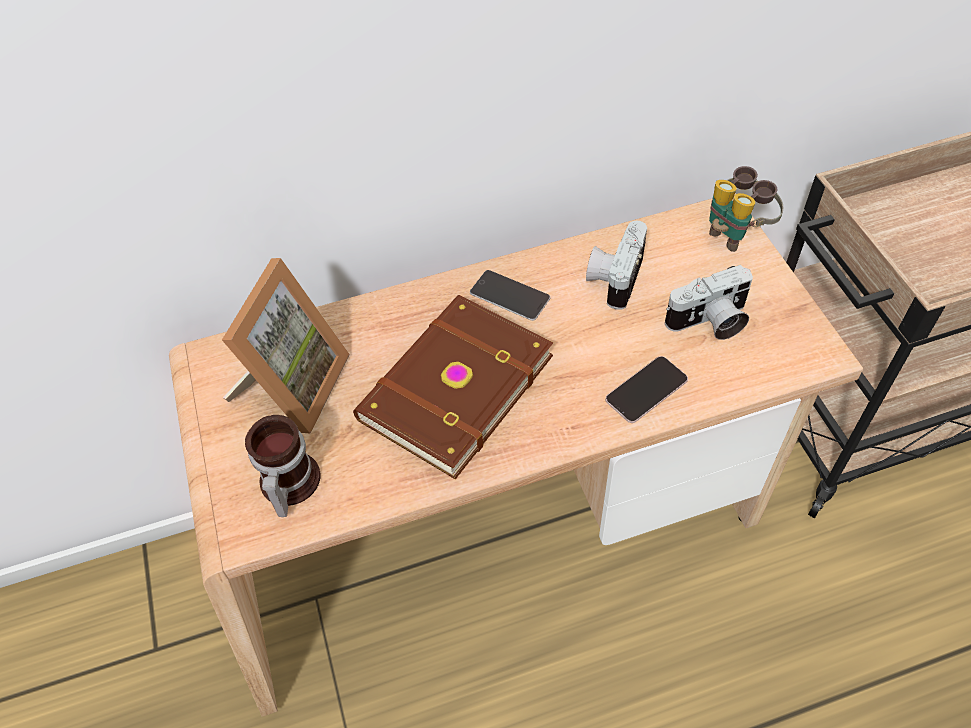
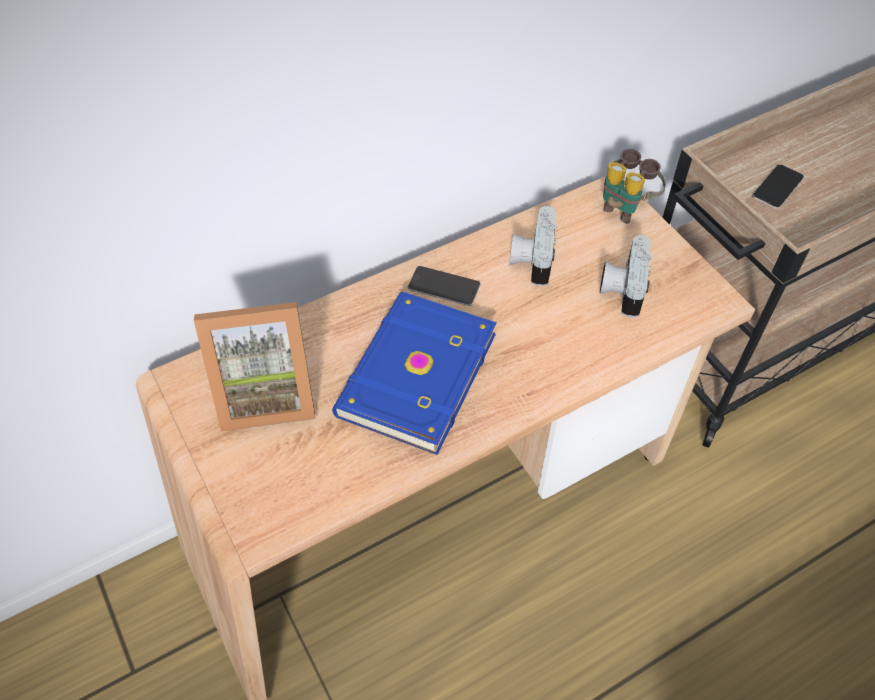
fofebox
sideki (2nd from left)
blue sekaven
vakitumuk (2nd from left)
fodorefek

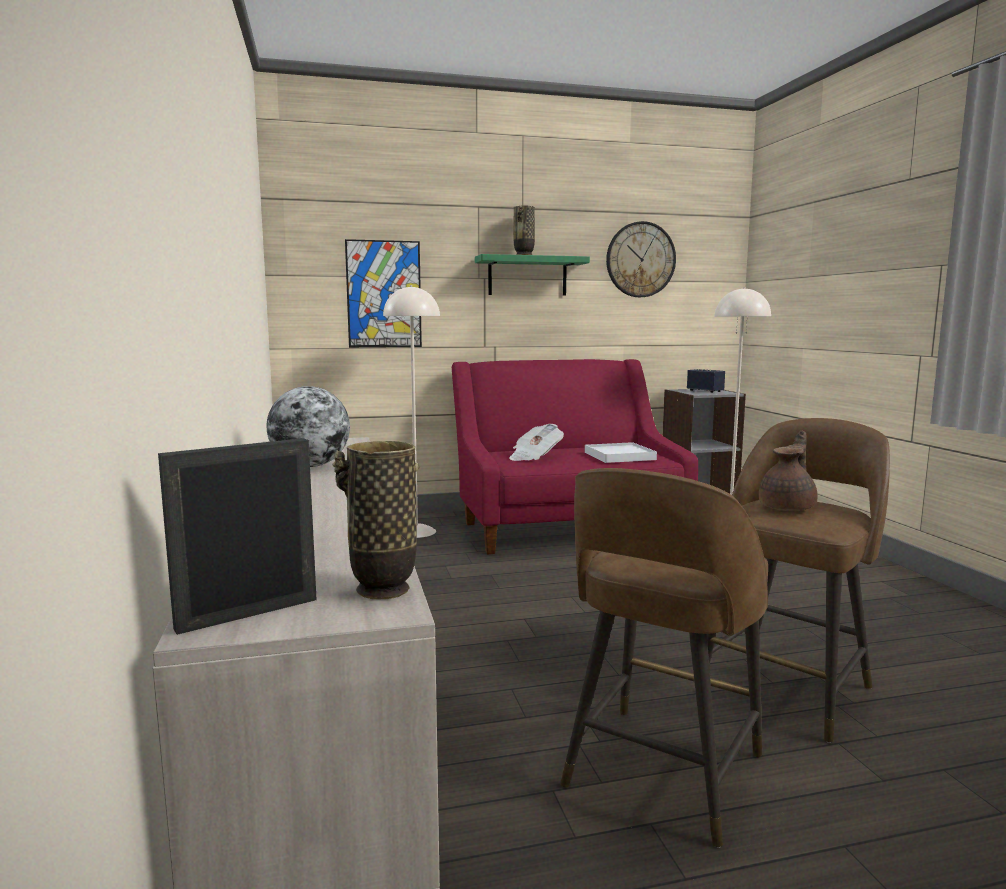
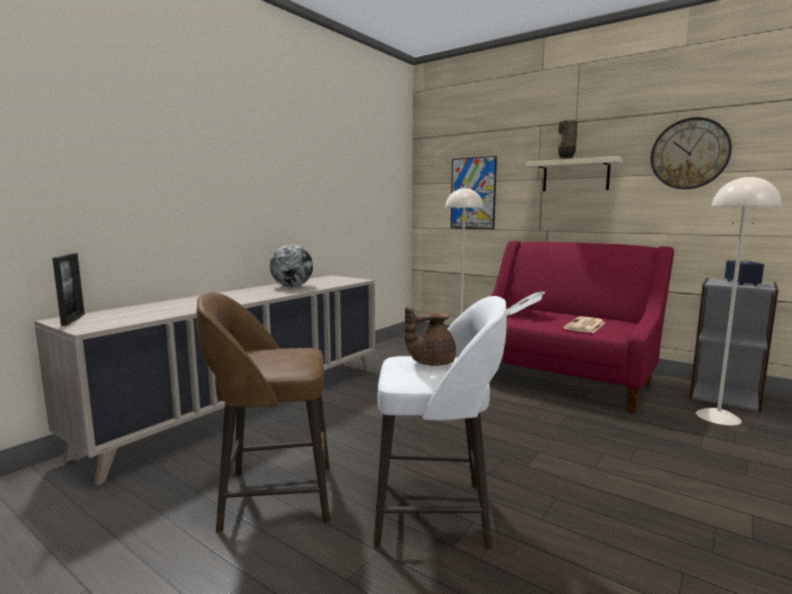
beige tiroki
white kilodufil
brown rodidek
fofebox
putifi (1st from left in the first image)
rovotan (2nd from left)

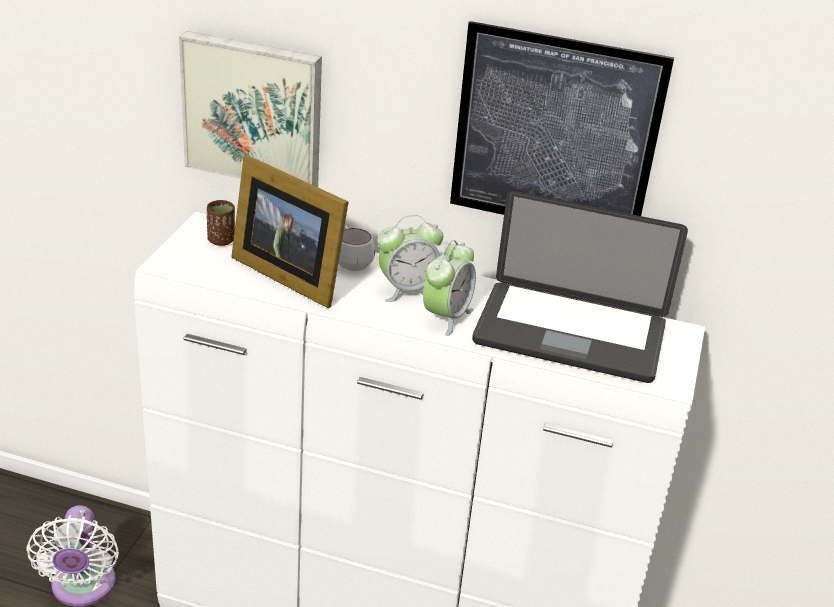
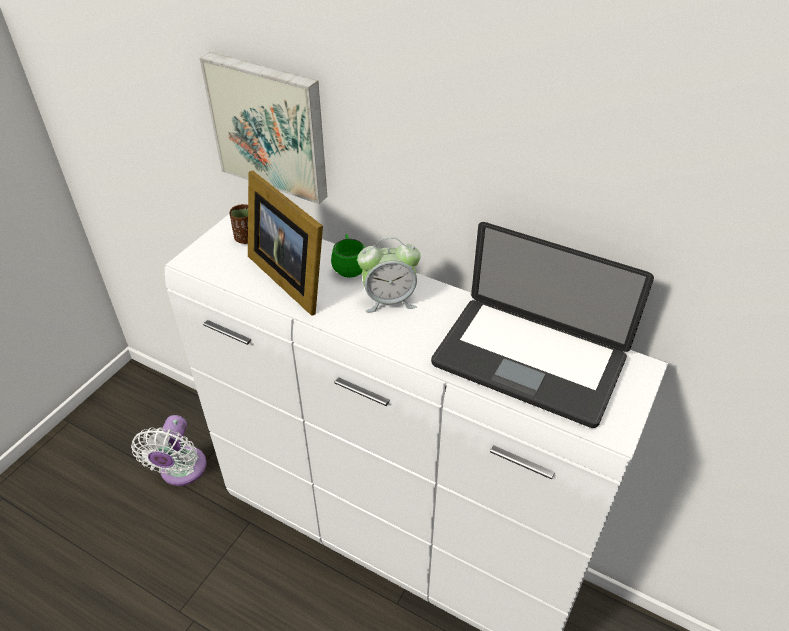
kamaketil (2nd from left in the first image)
green fodorefek
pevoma (2nd from left in the first image)

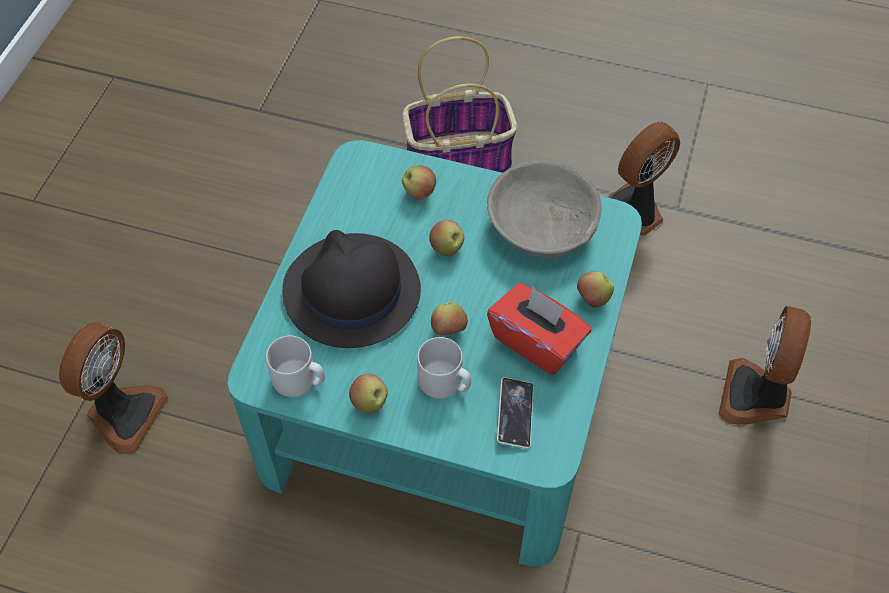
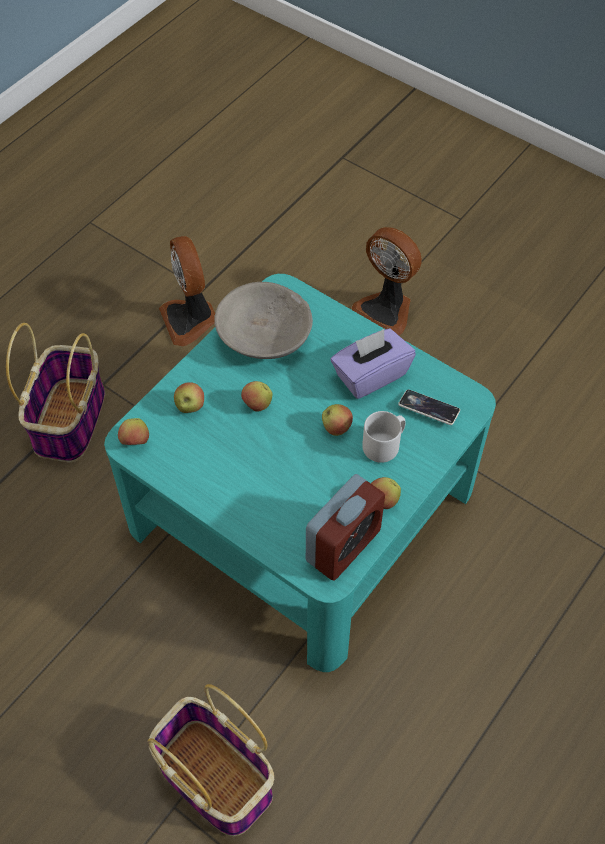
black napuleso
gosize (1st from left)
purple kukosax
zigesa (2nd from left)
pevoma

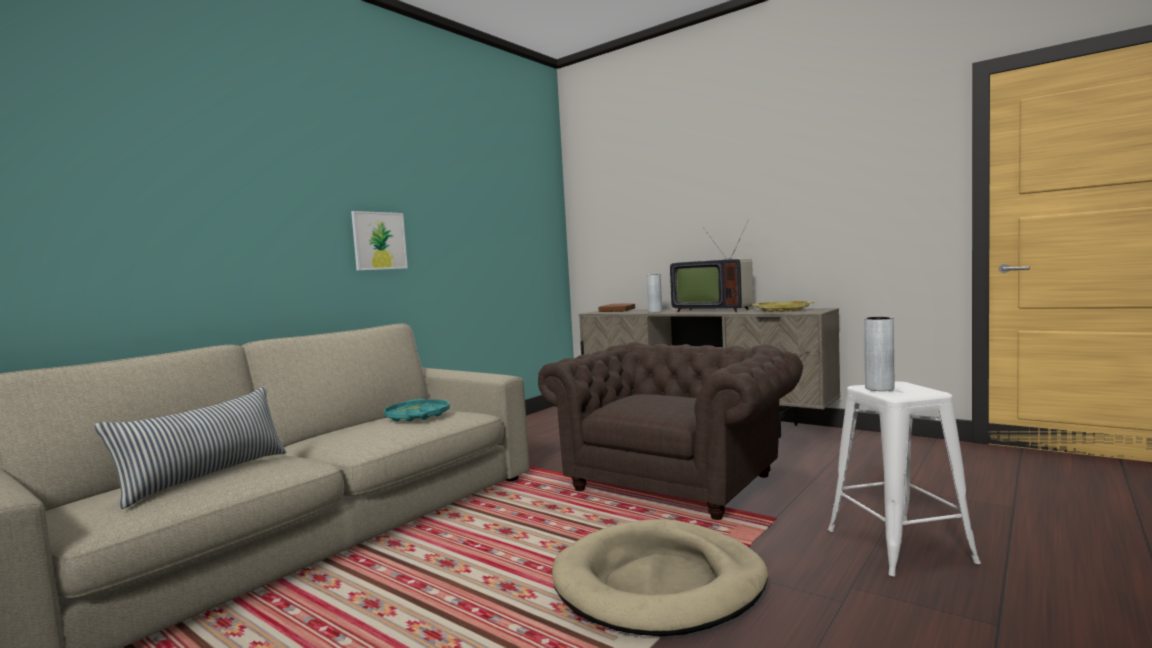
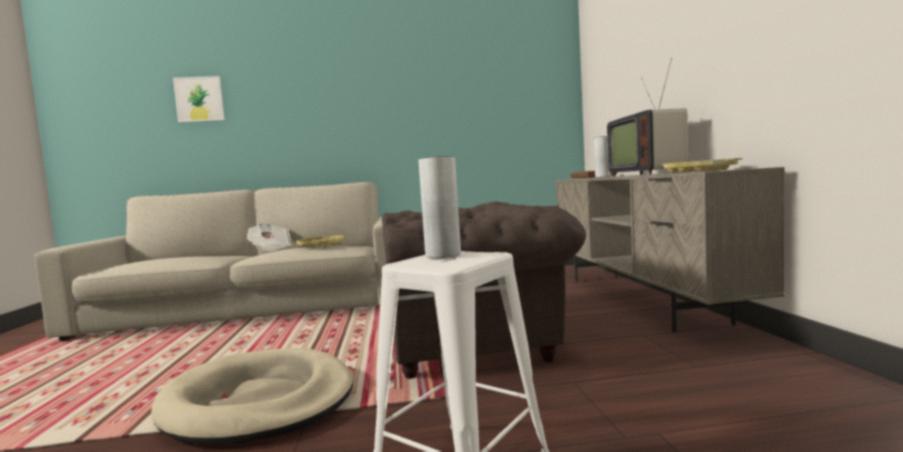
kamaketil
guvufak
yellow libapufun (1st from left)
rovotan

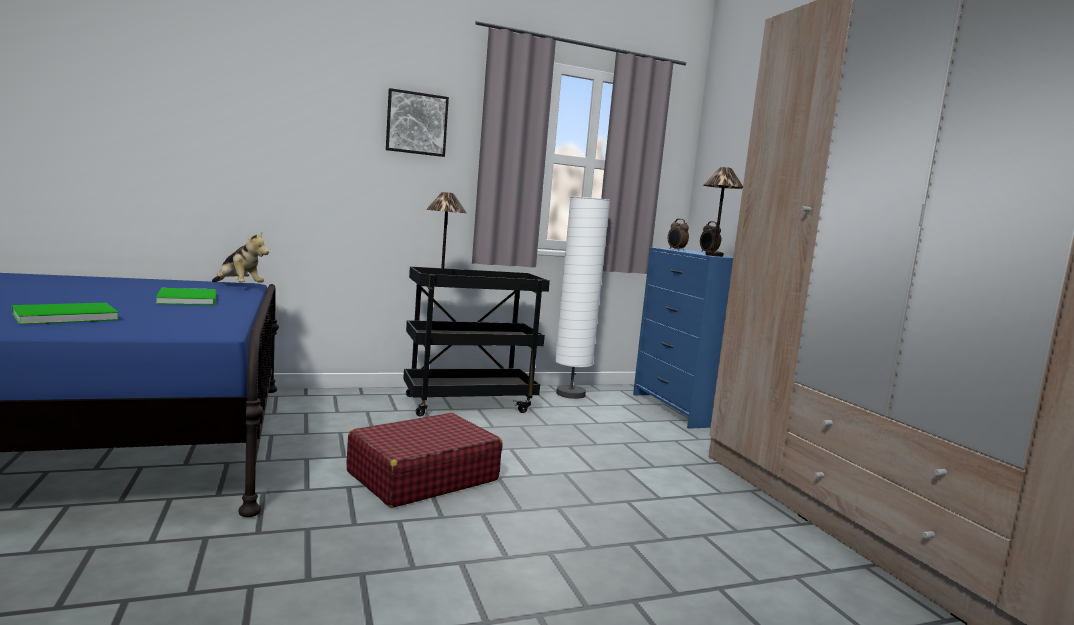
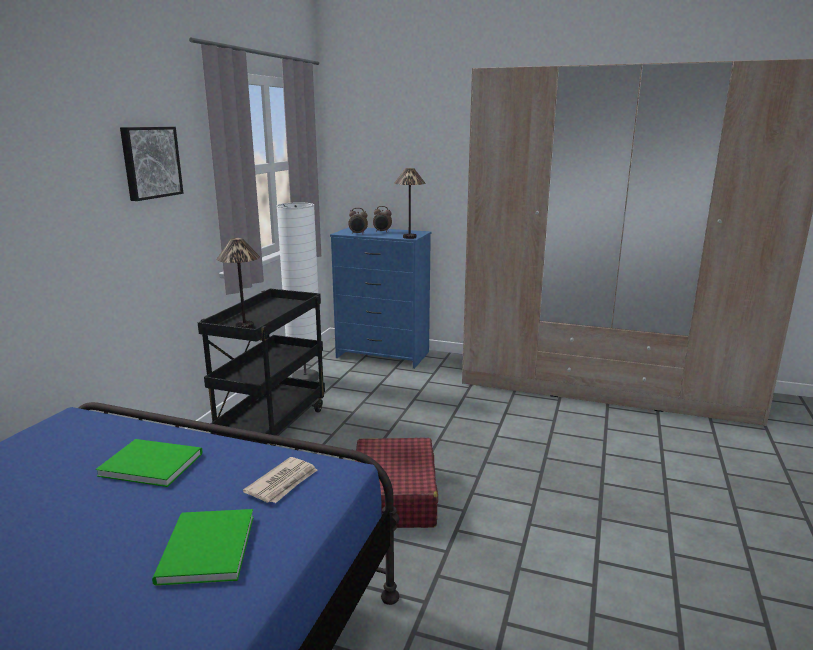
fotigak
rovotan

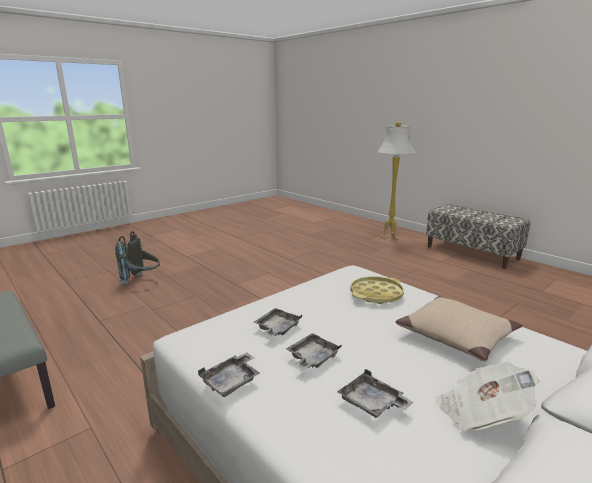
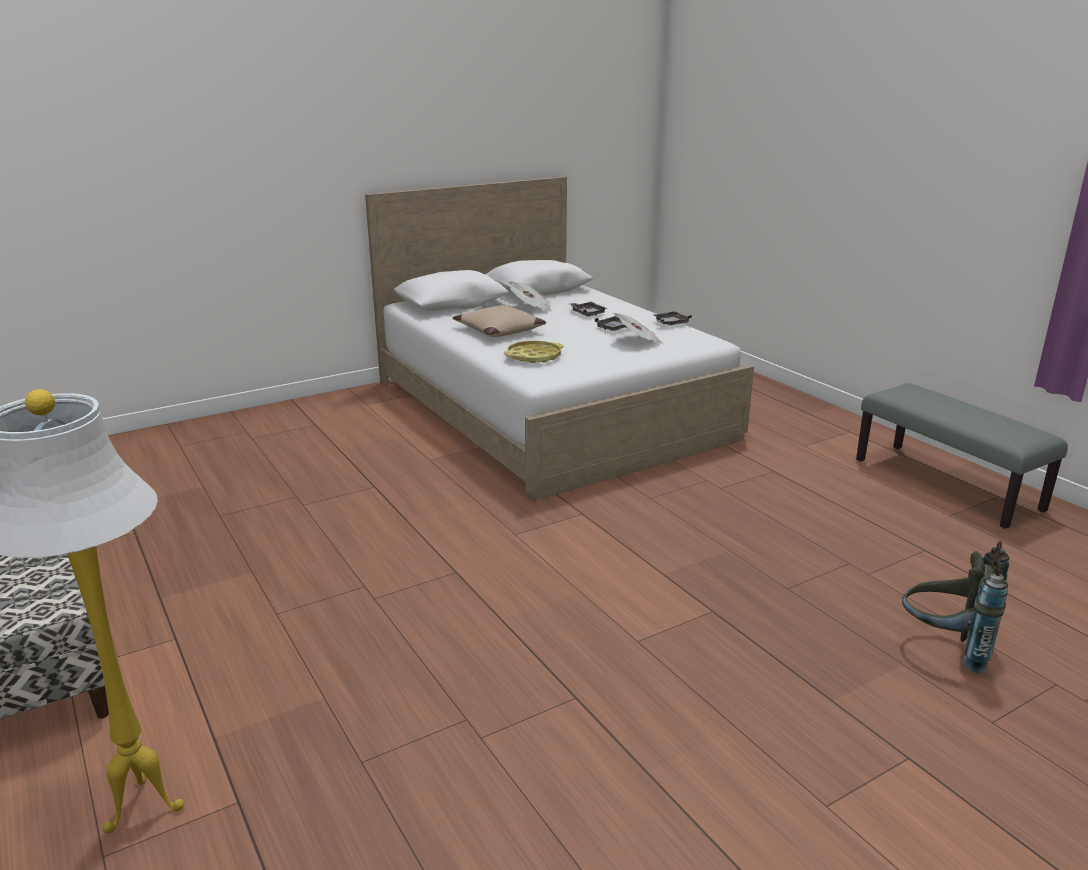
rovotan (2nd from left)

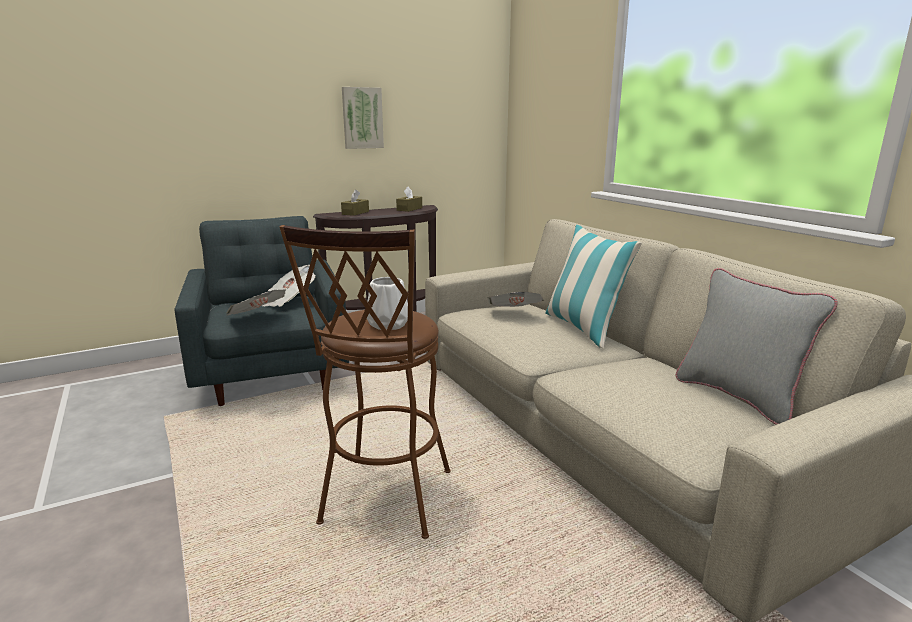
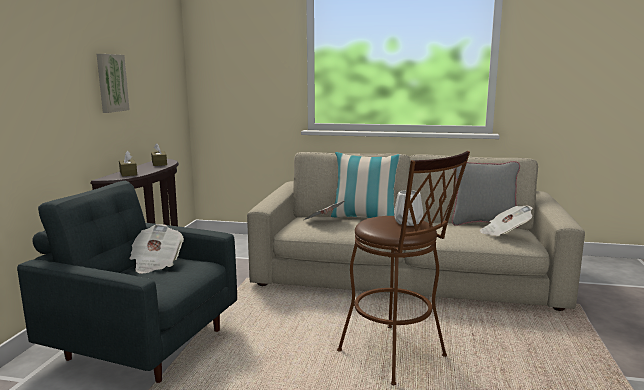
rovotan (3rd from left)

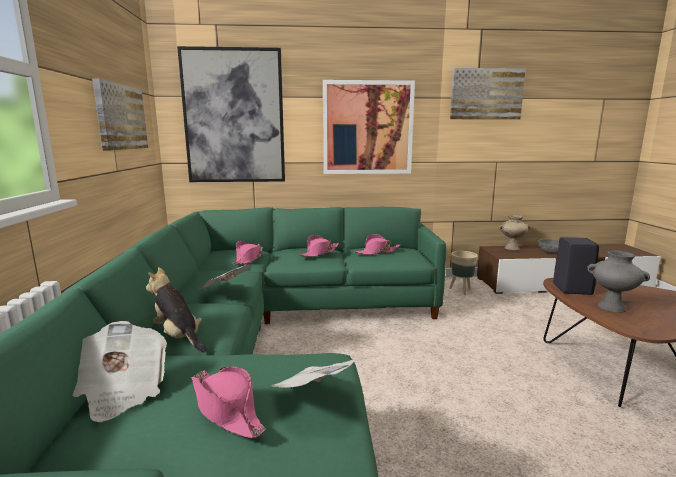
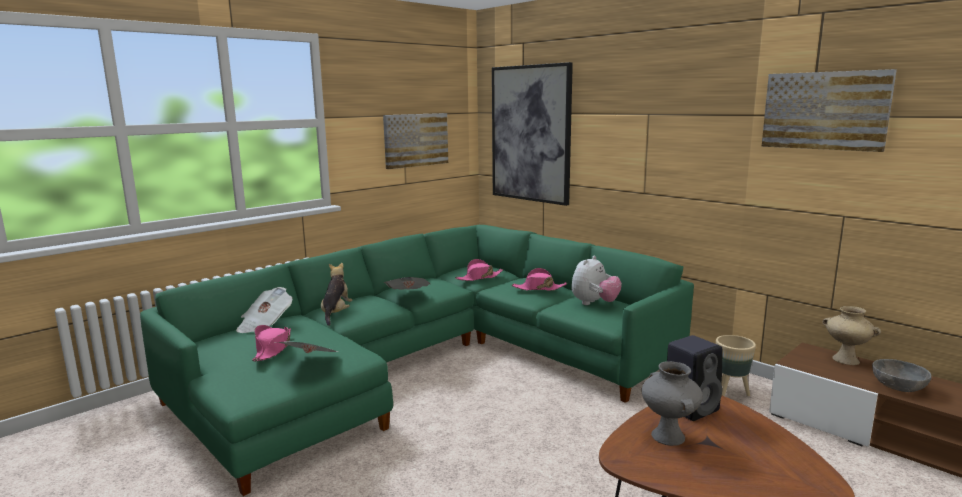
kamaketil (3rd from left in the first image)
fotigak (2nd from left)

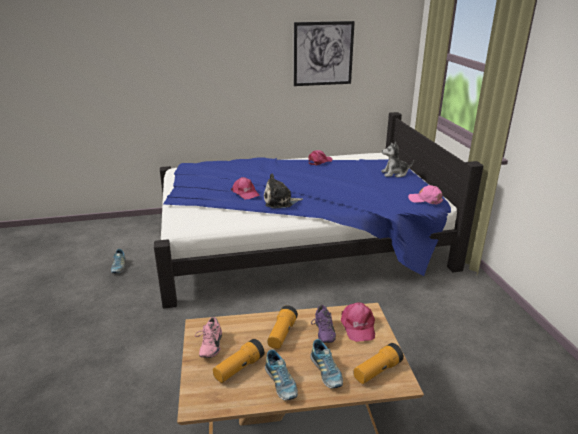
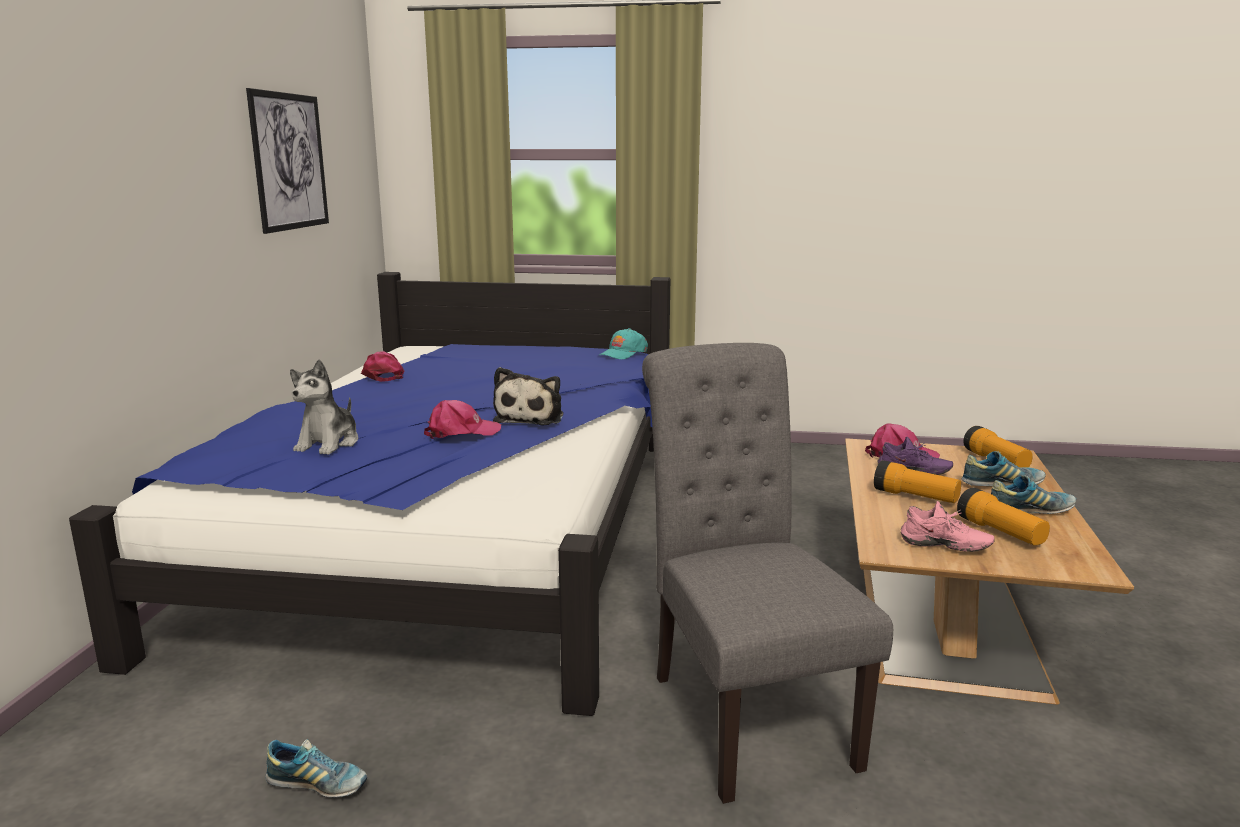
fotigak (1st from left)
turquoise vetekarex
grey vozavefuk

